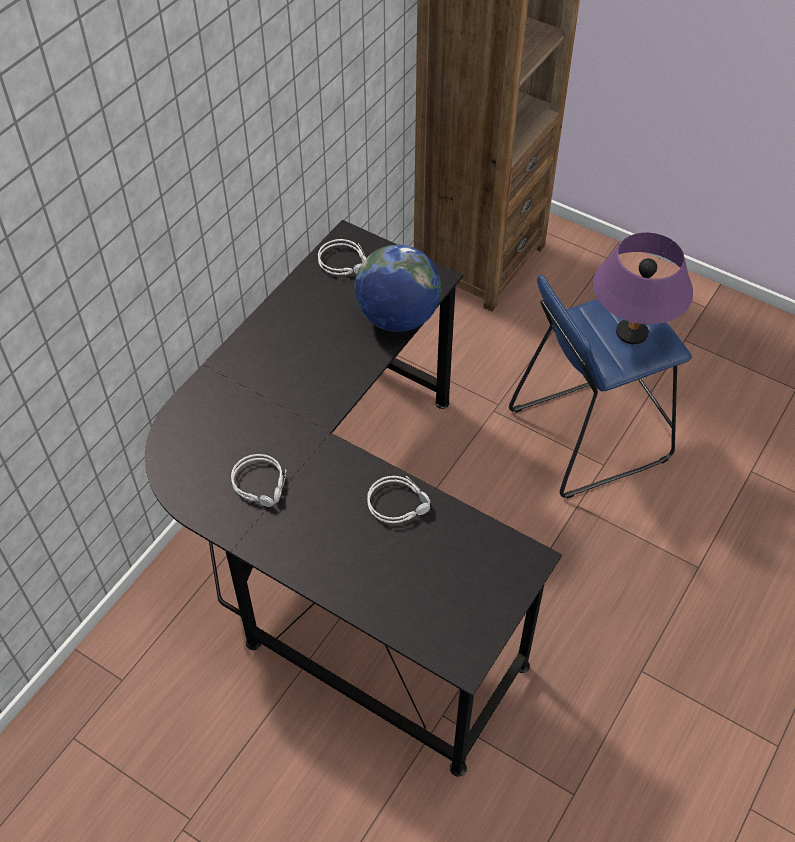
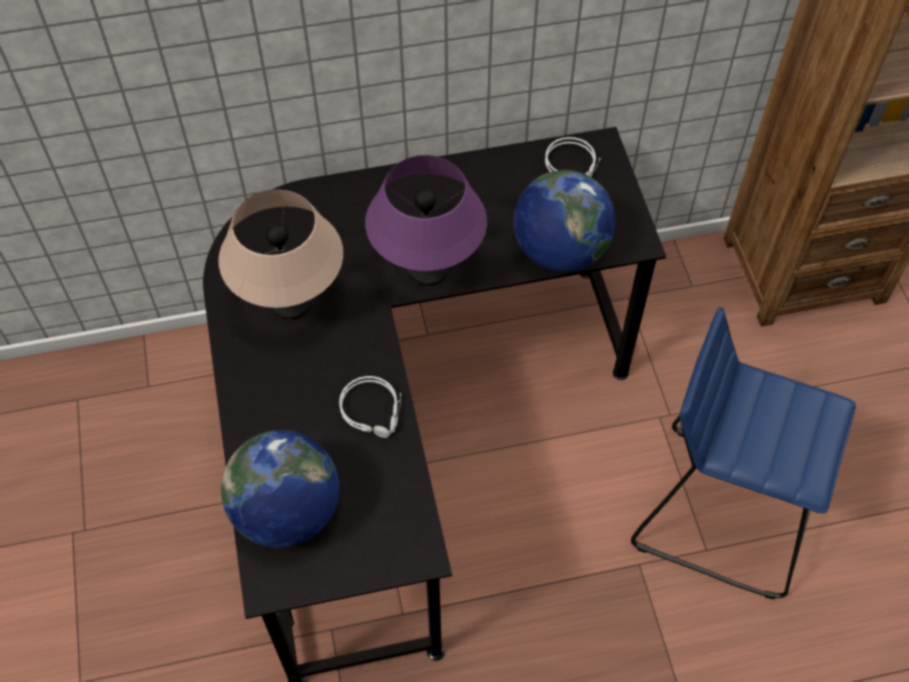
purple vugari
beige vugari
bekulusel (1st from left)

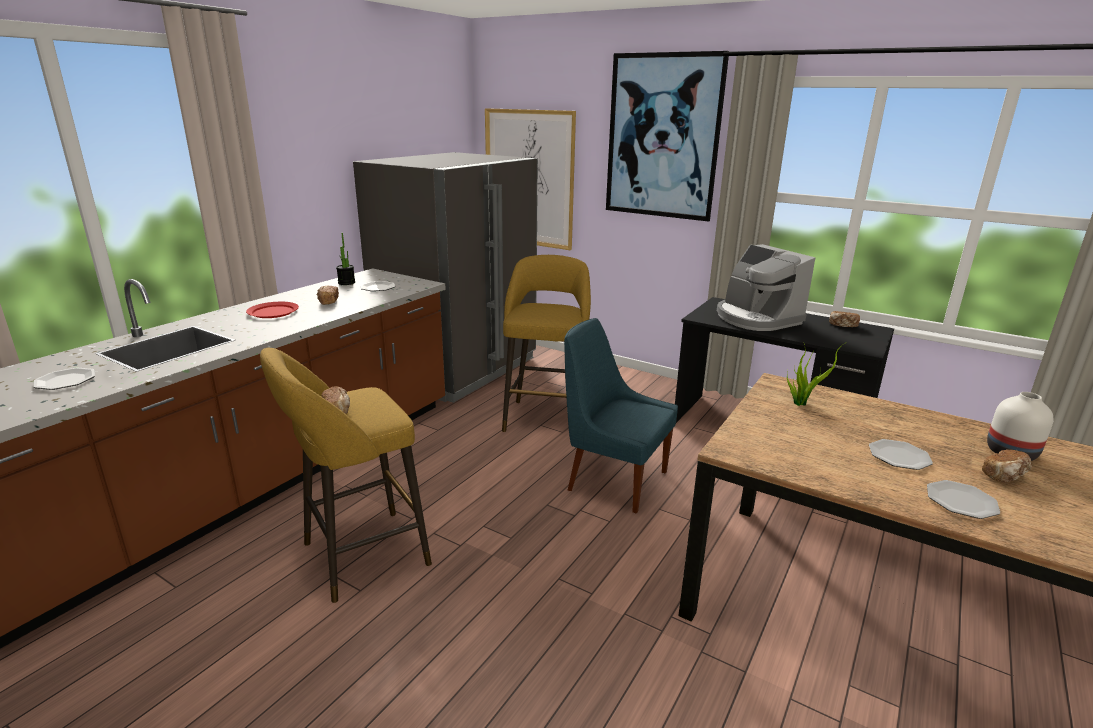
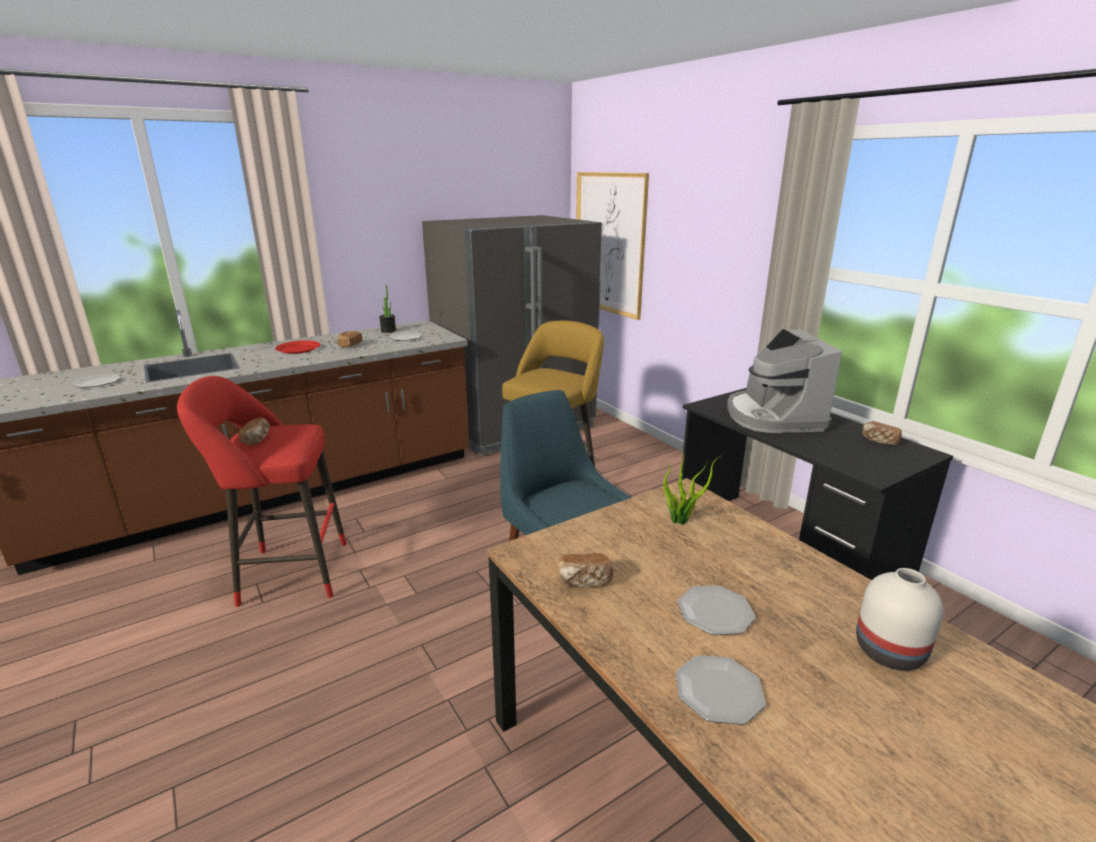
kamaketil (2nd from left in the first image)
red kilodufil
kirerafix (3rd from left)

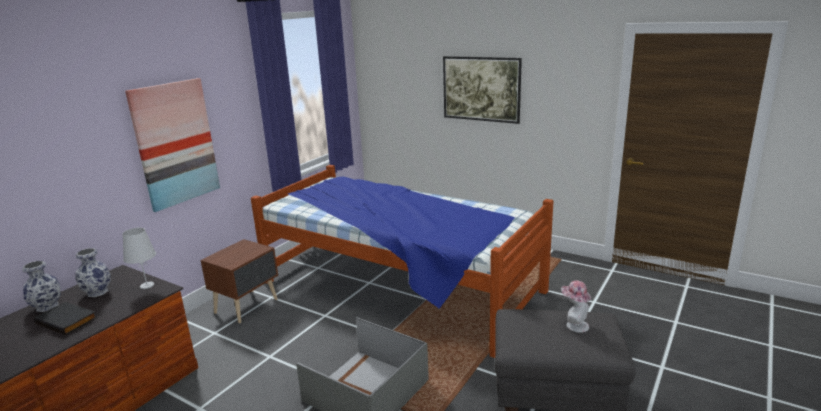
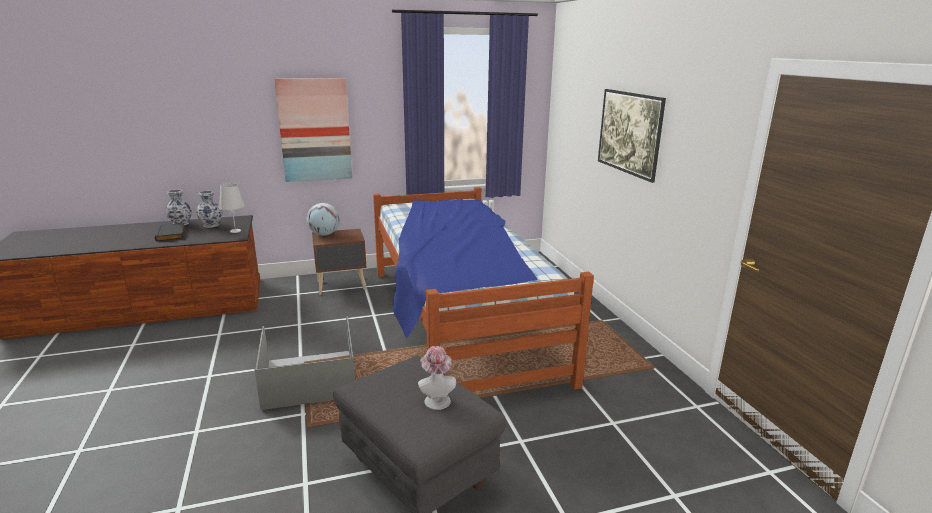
bekulusel

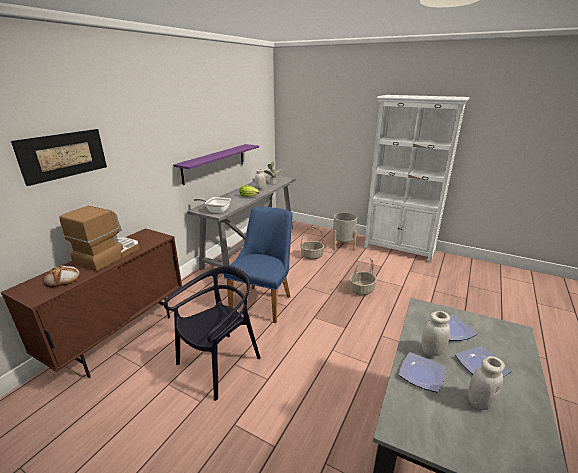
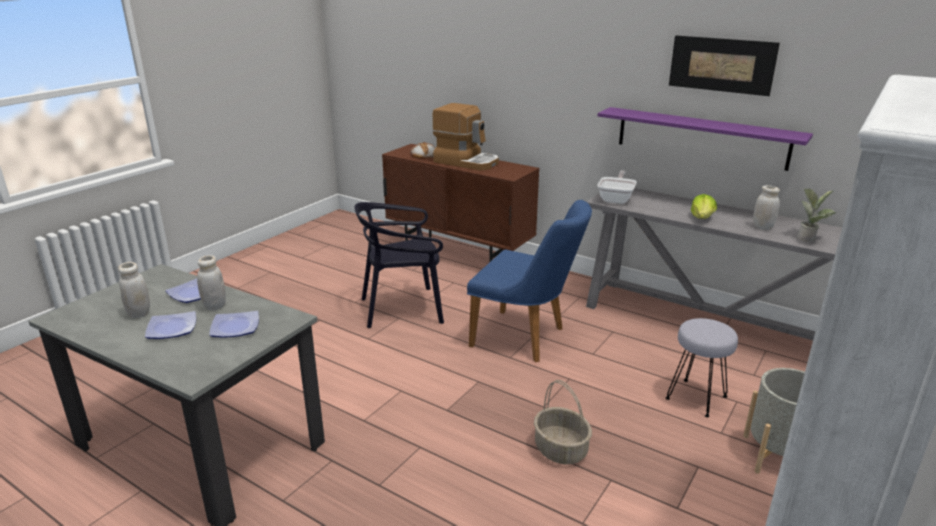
kamaketil
grey kilodufil
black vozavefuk

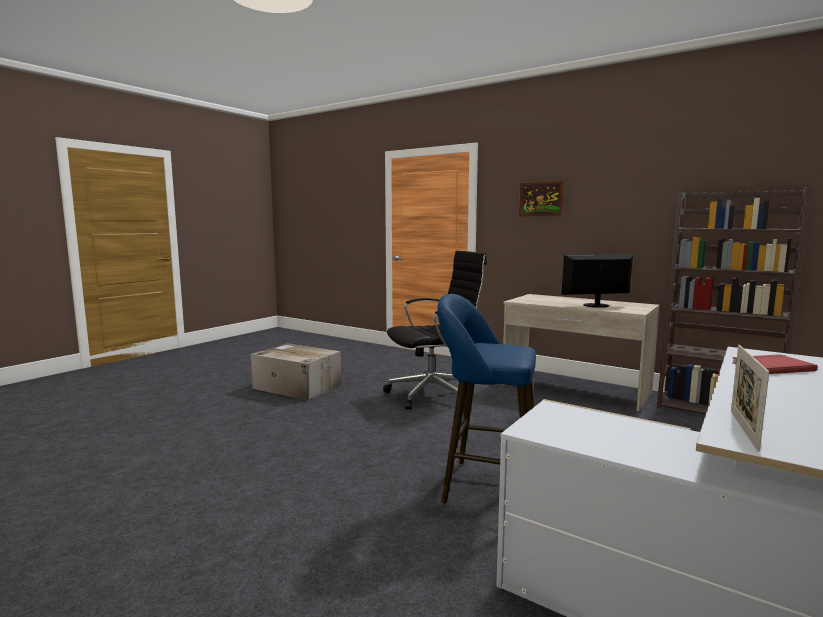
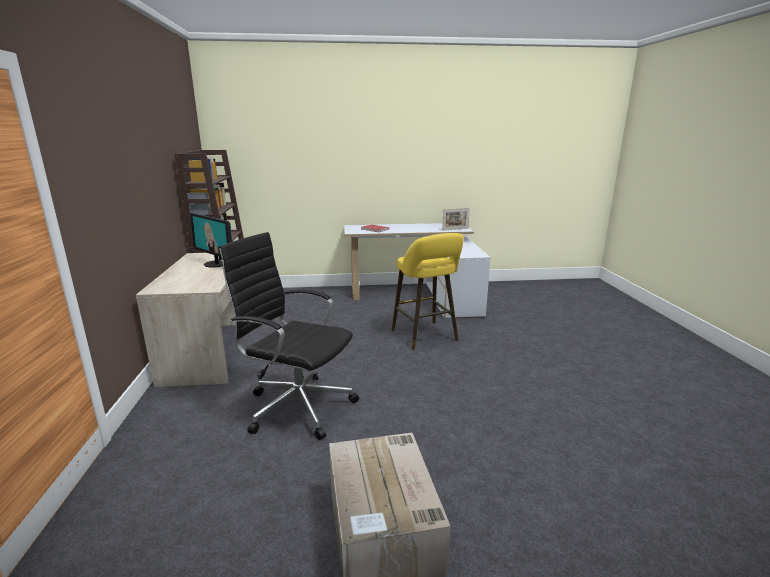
kamaketil
yellow kilodufil

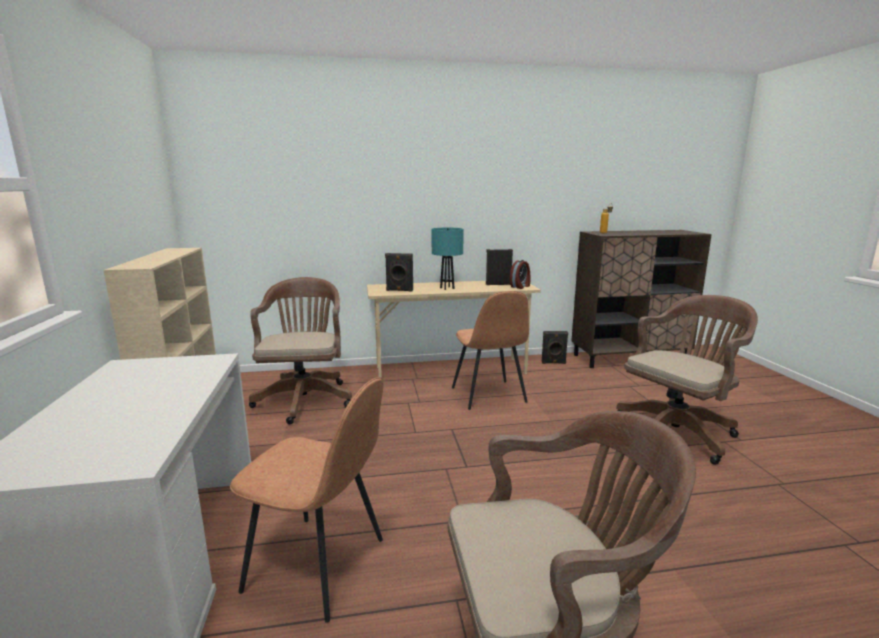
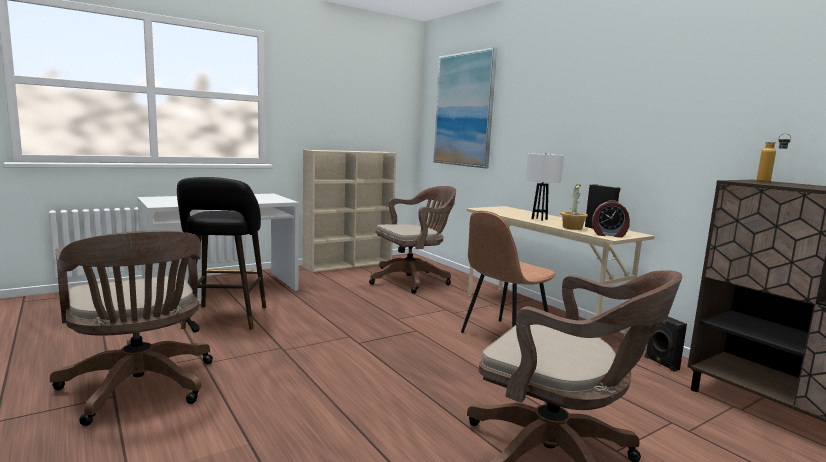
white vugari
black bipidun (1st from left in the first image)
black kilodufil
kamaketil
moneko

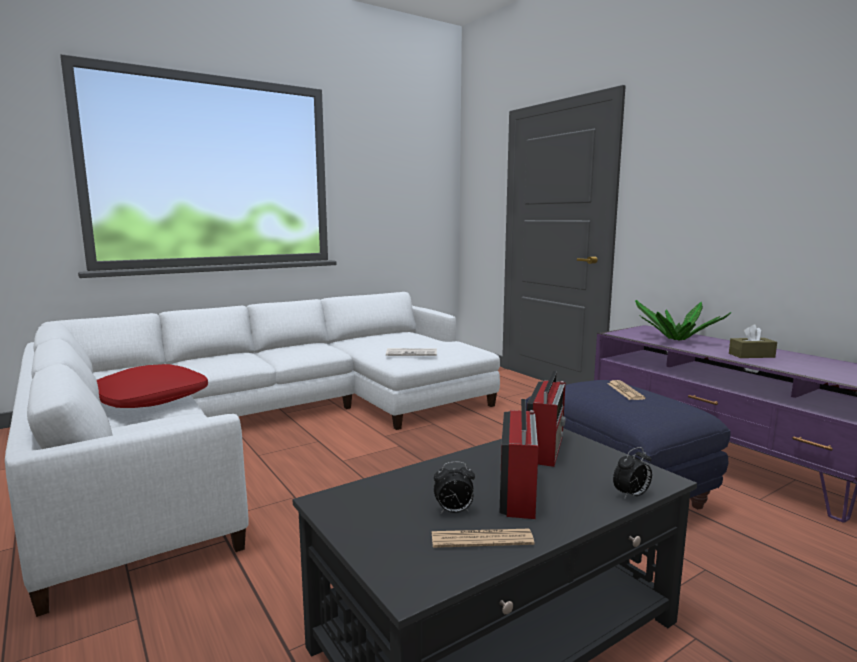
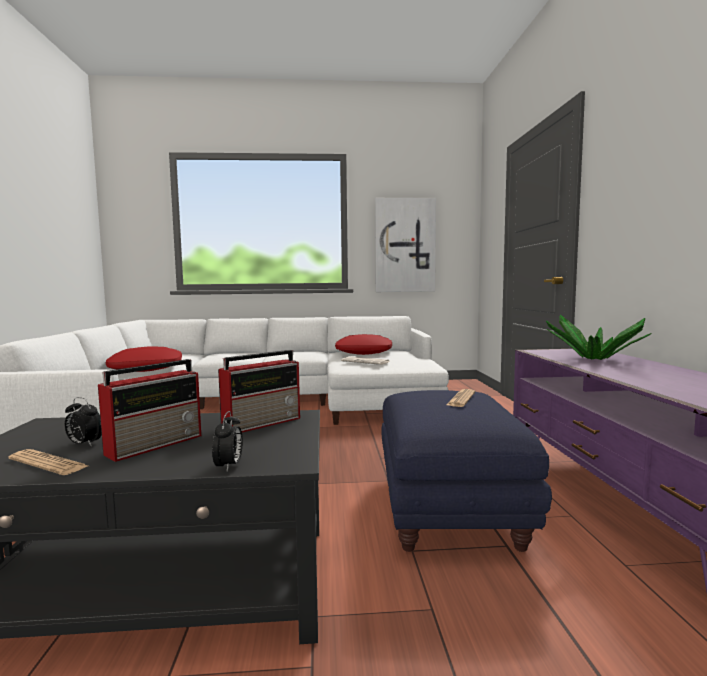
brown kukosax
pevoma (2nd from left)
kamaketil
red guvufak (2nd from left)

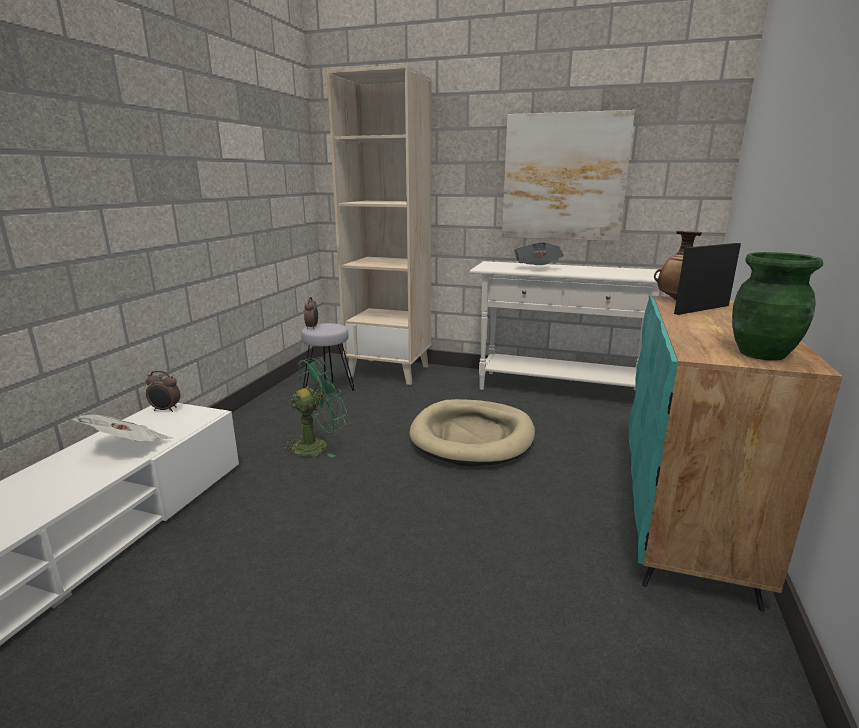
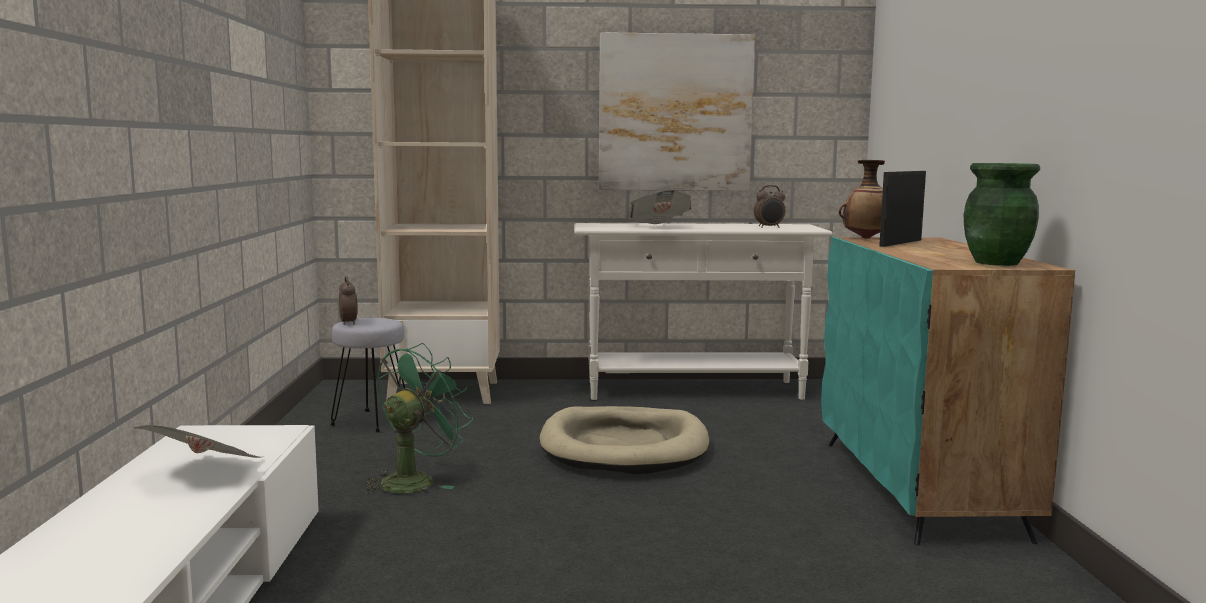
pevoma (2nd from left)

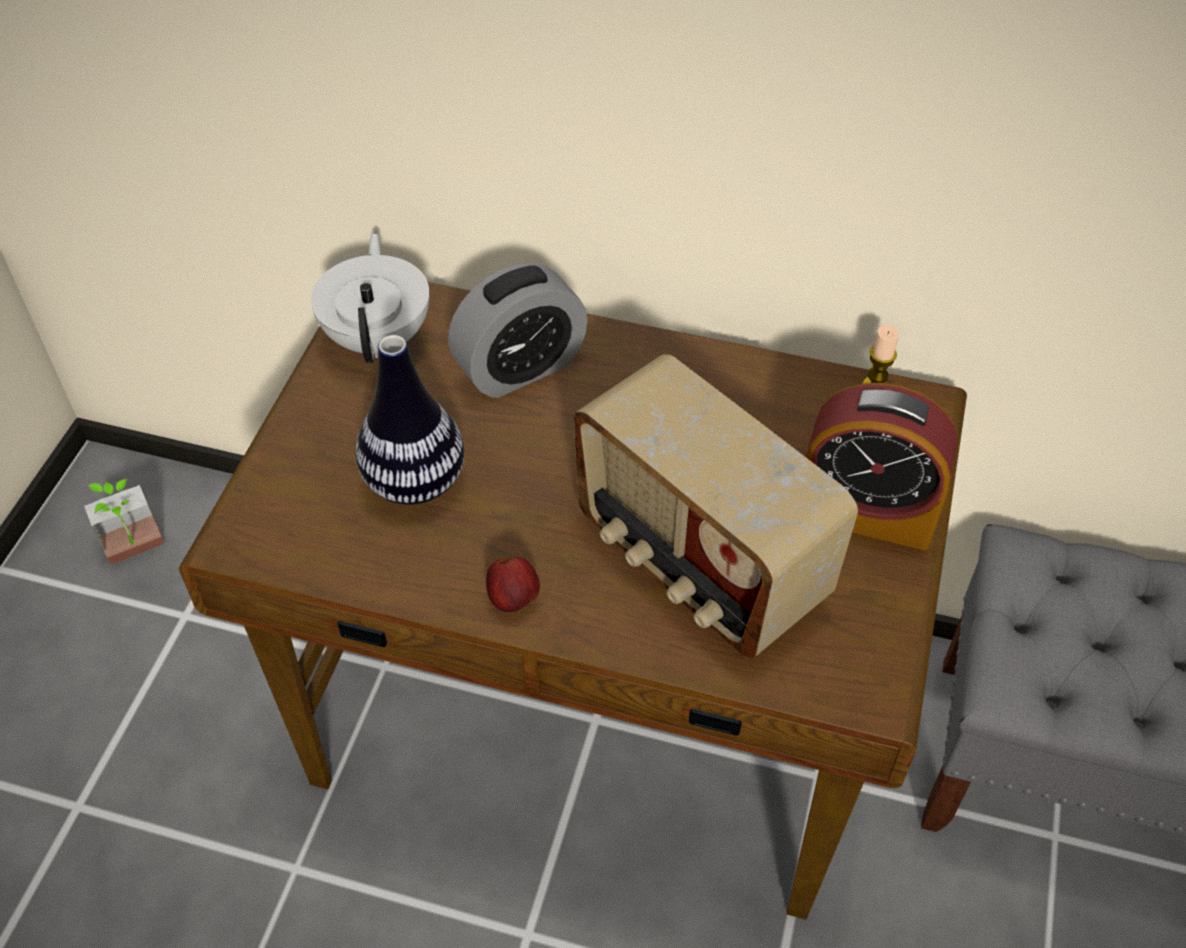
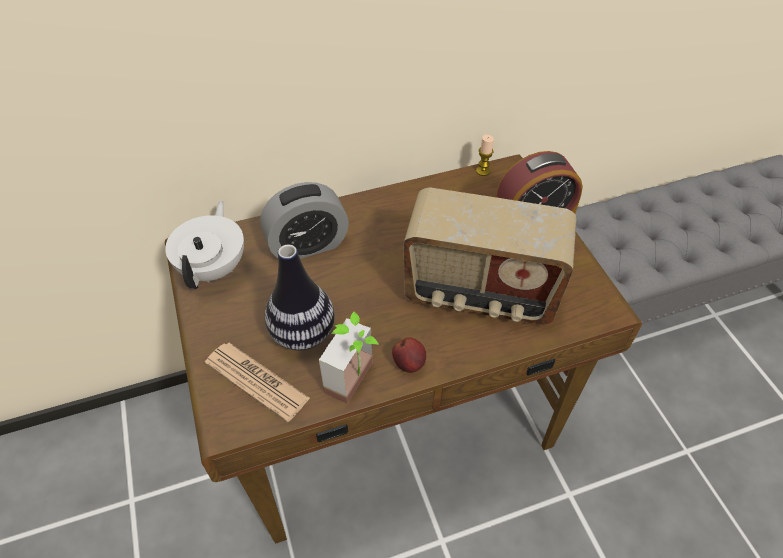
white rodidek
pevoma (1st from left)
moneko
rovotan

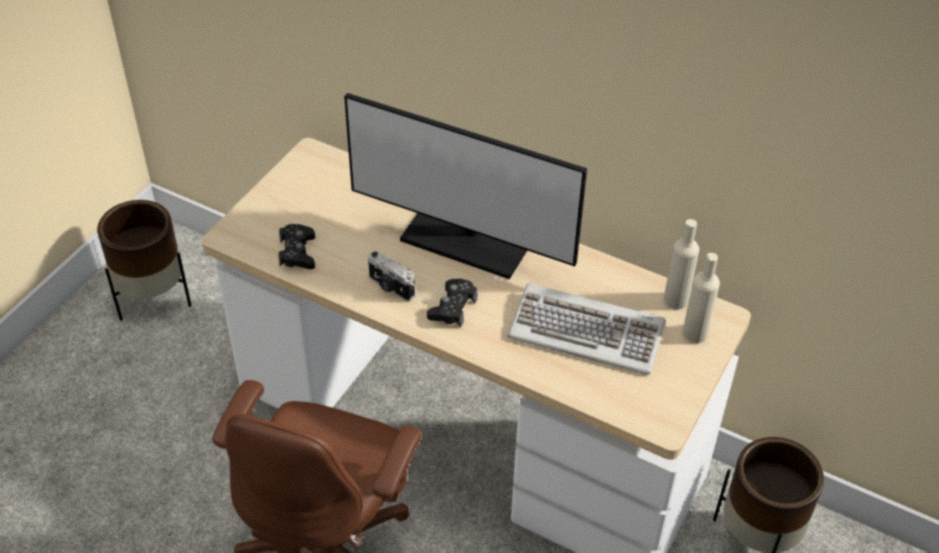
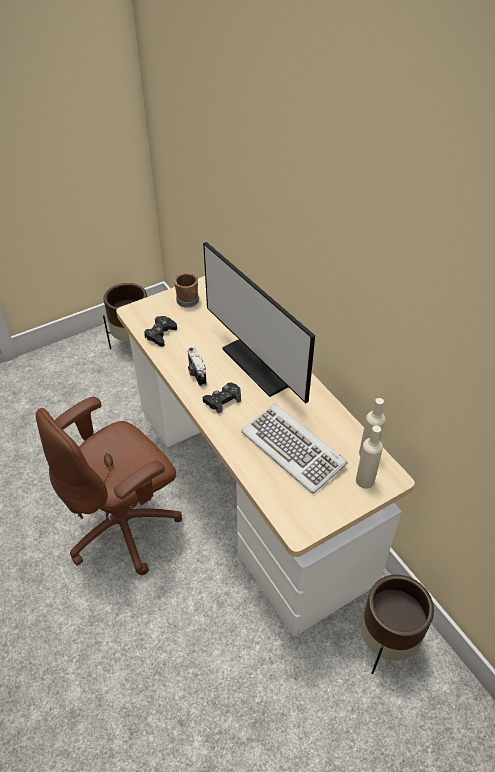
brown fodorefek

